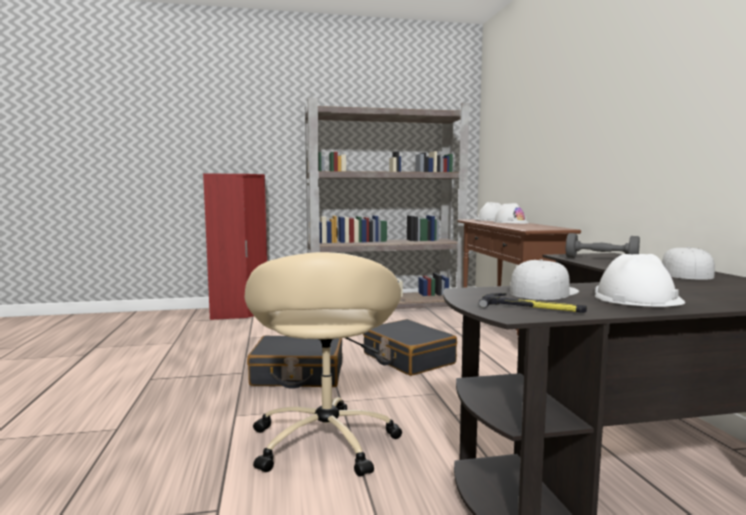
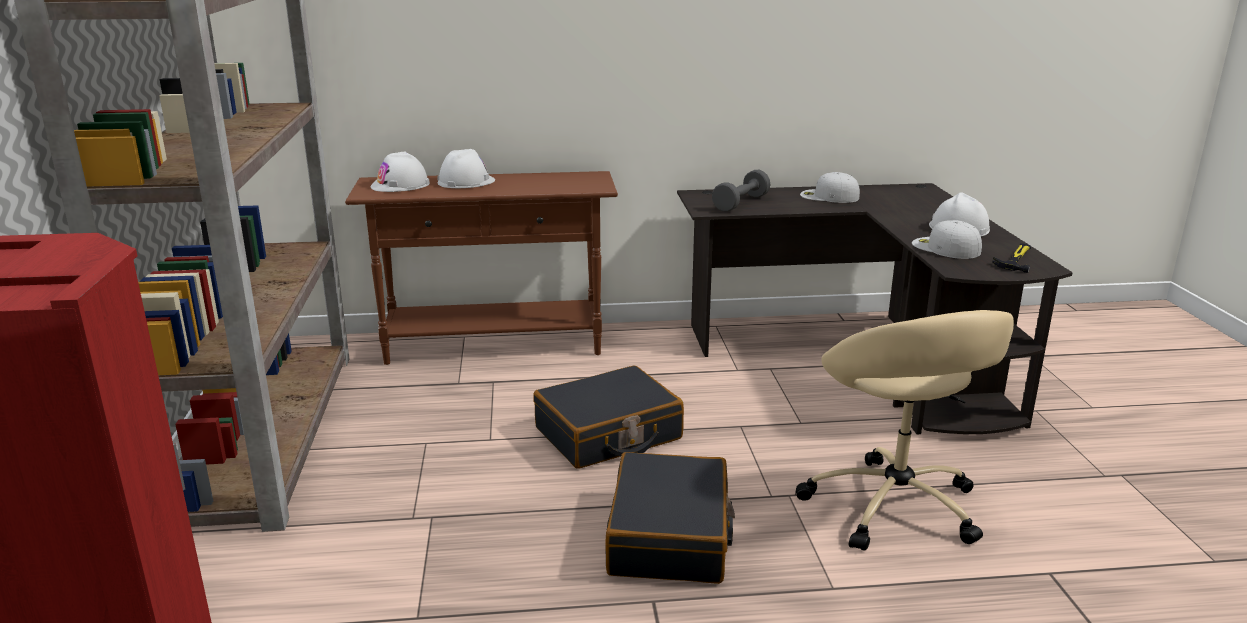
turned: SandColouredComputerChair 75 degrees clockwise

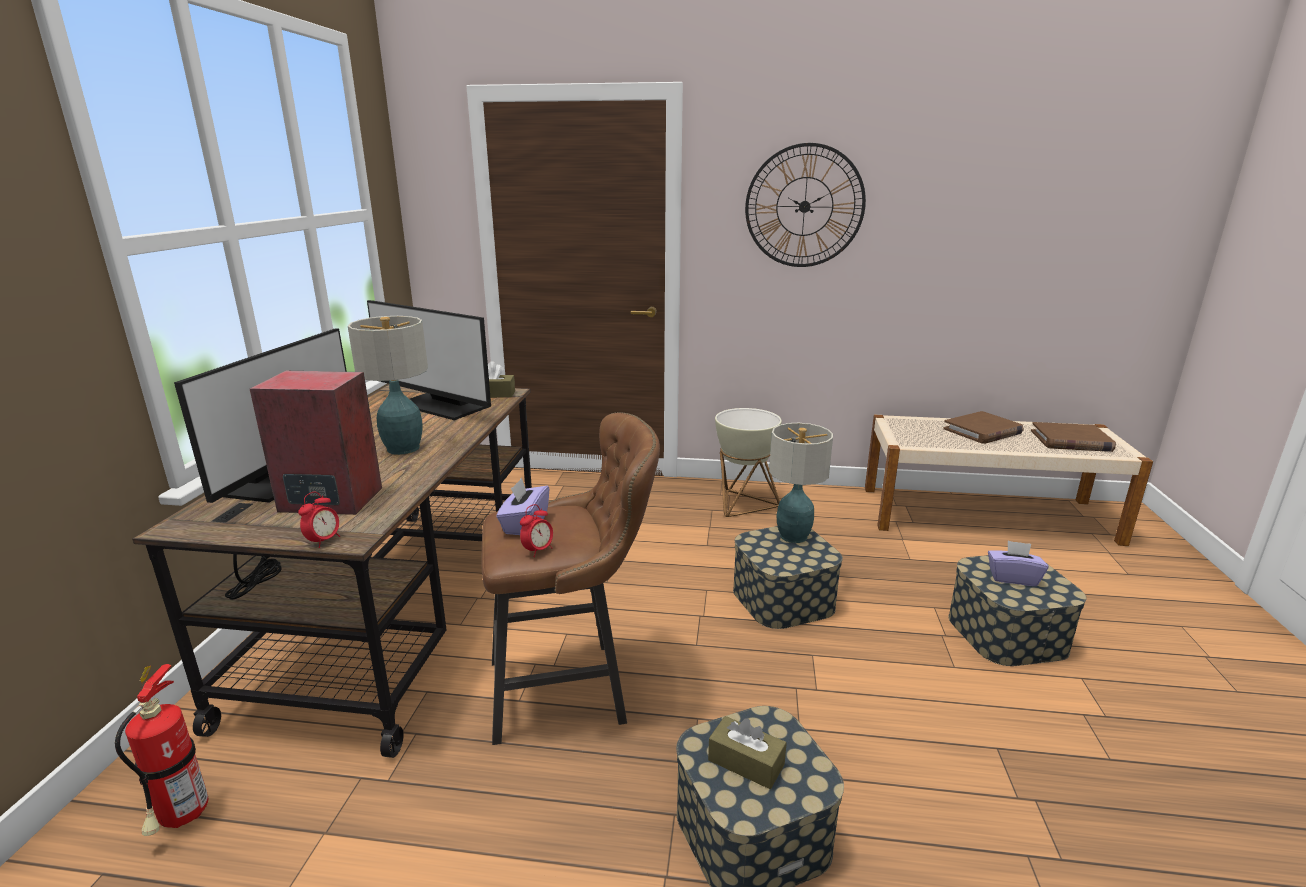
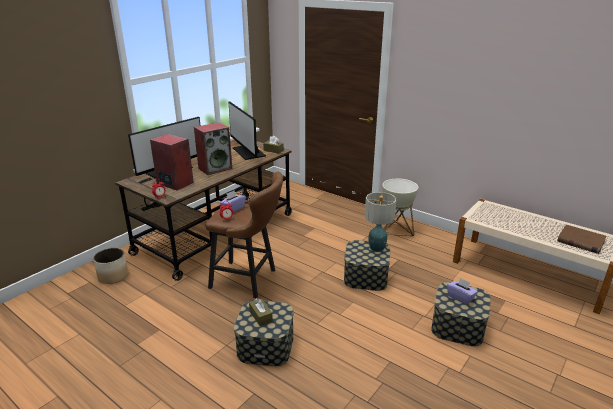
removed: ClockOnTheWall; BrownishVolume (1st from left)
replaced: FireExtinguisher to Planter (1st from left); LampForATable (1st from left) to Speaker (2nd from left)

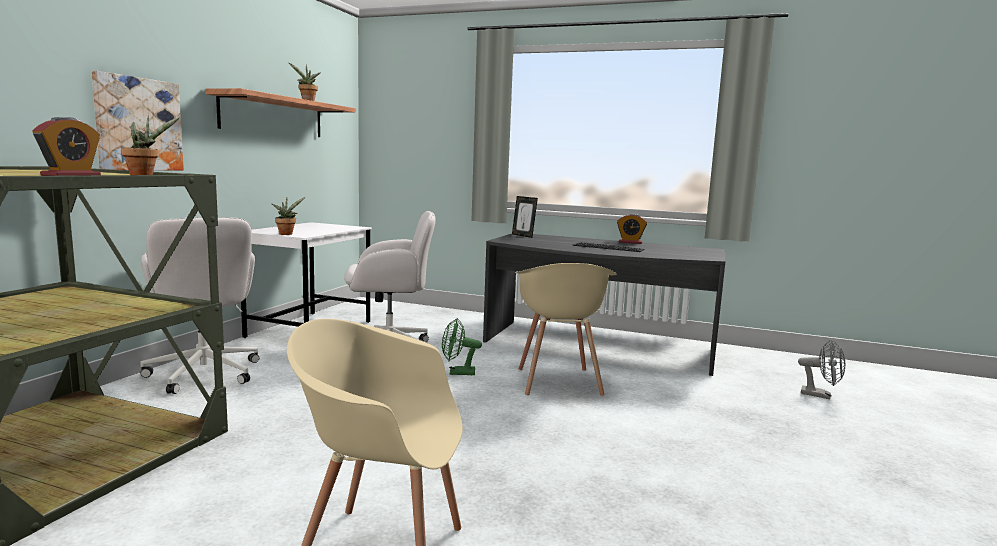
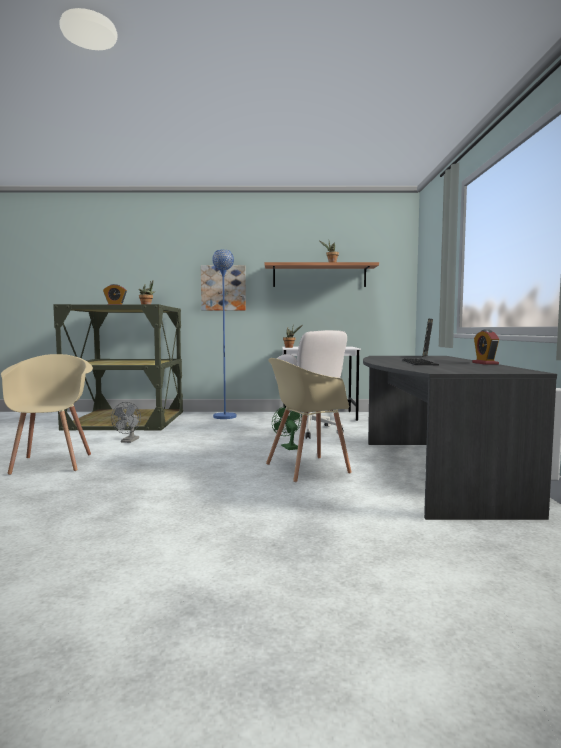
moved: GrayElectricFan
replaced: WhitishComputerChair (1st from left) to BlueStandardLamp

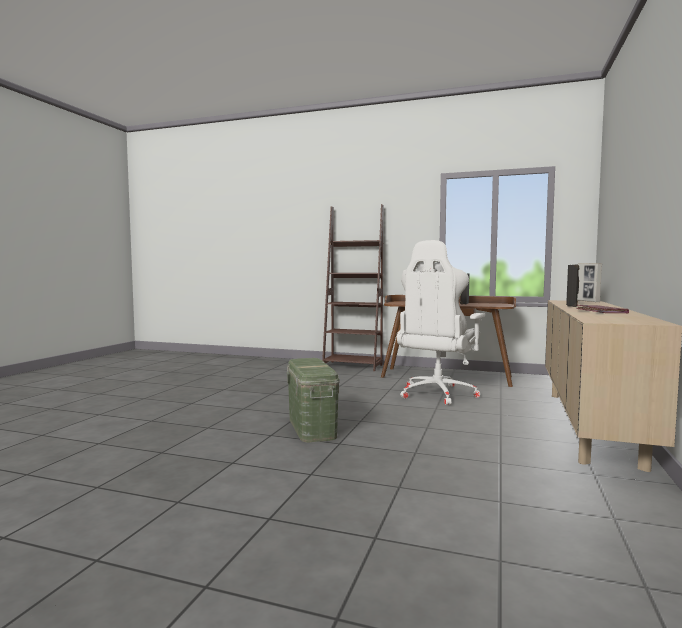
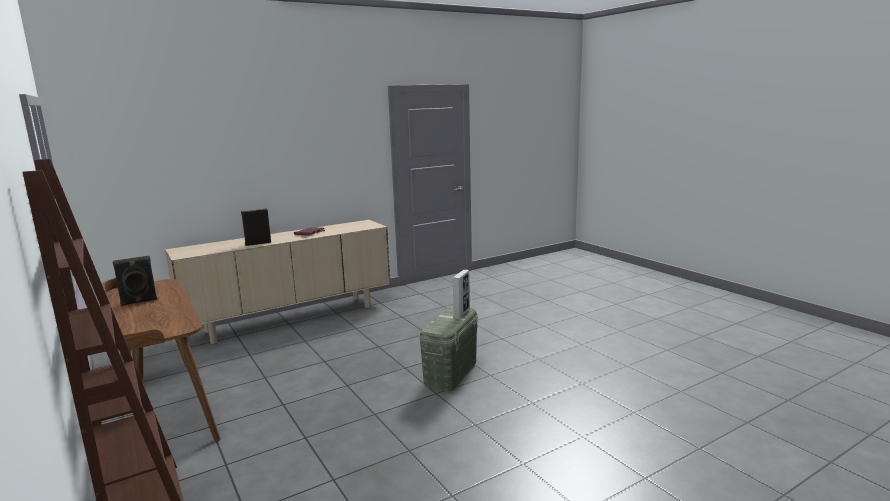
removed: WhitishComputerChair
moved: PictureFrame

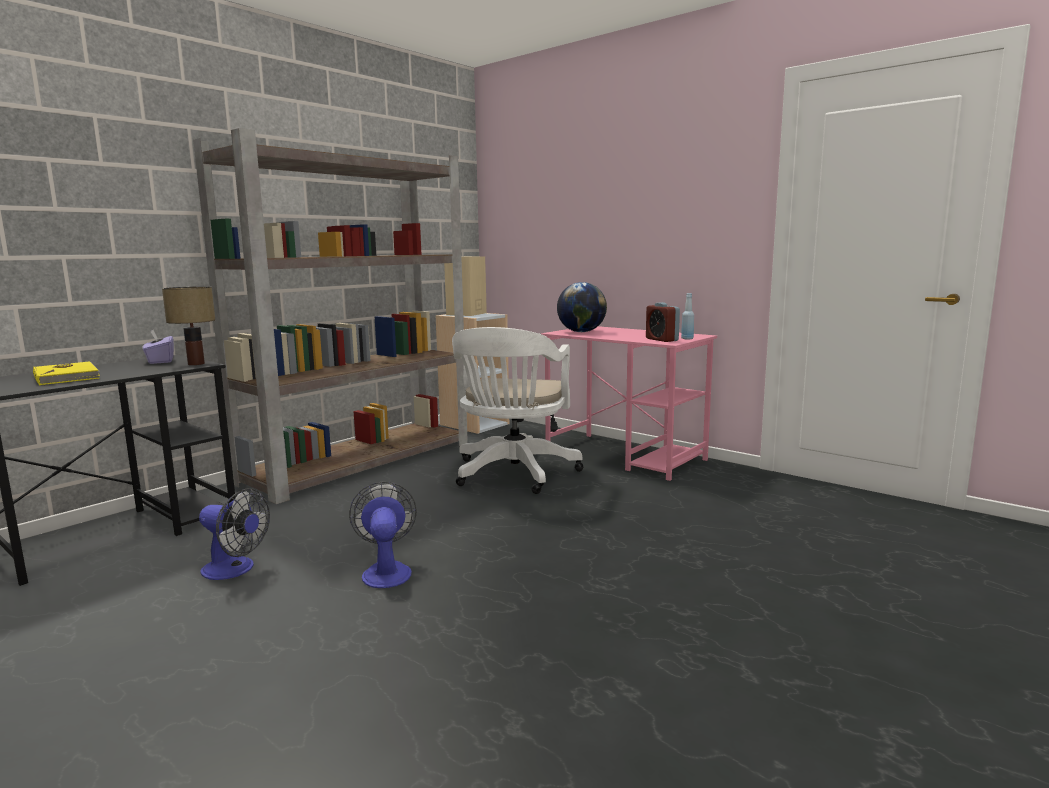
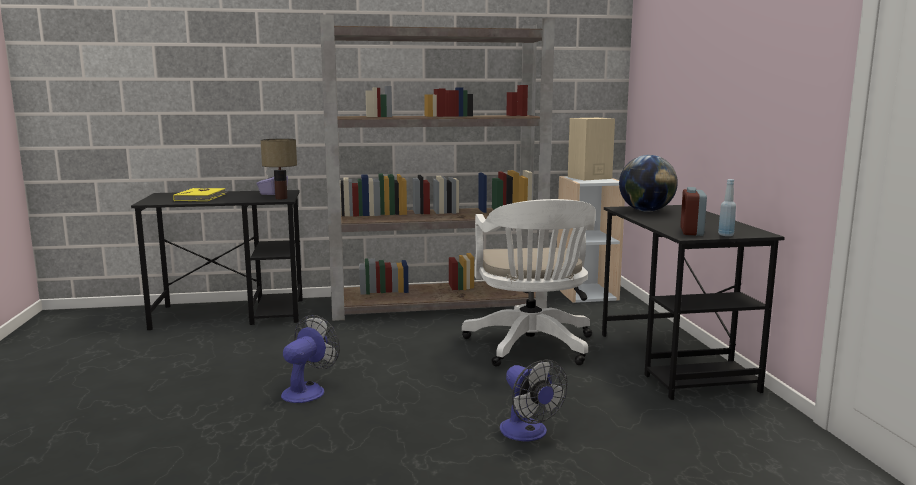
moved: ElectricFan (1st from left in the first image) to ElectricFan (2nd from left)
recoloured: PinkDesk to BlackDesk (2nd from left)
turned: WhitishComputerChair 60 degrees counterclockwise

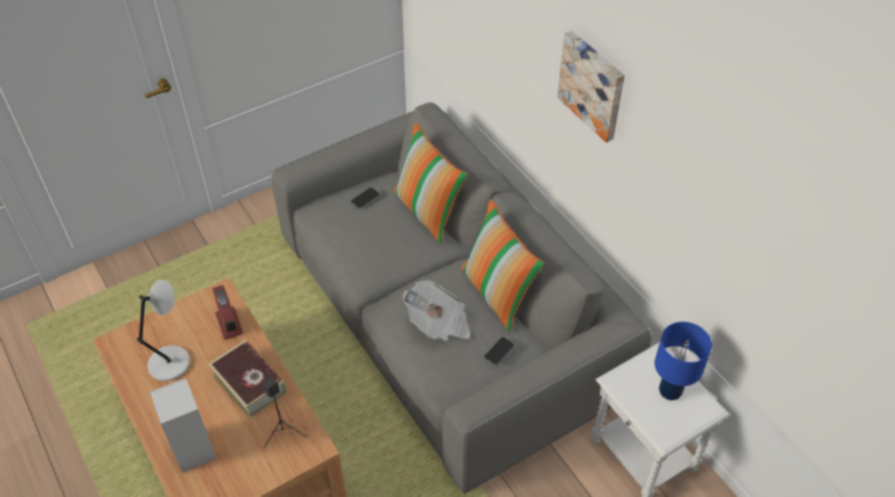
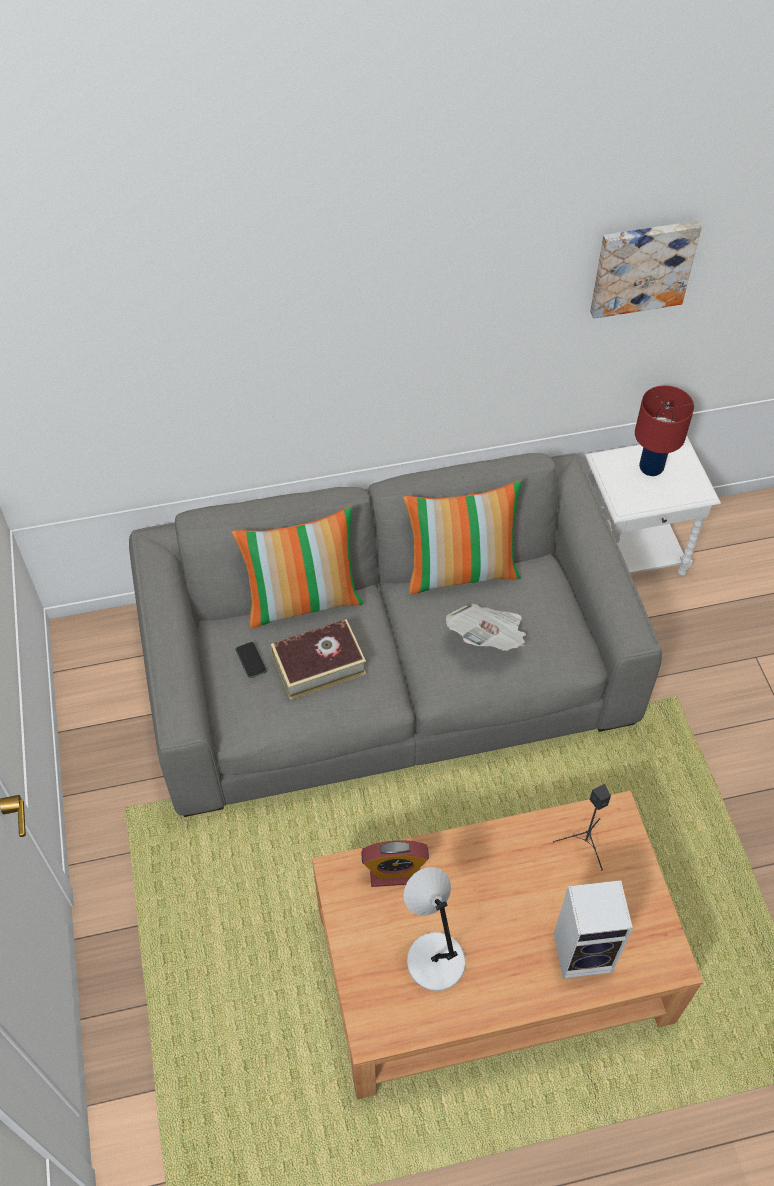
removed: Handset (2nd from left)
moved: Volume; WallArt
recoloured: BlueLampForATable to ReddishLampForATable

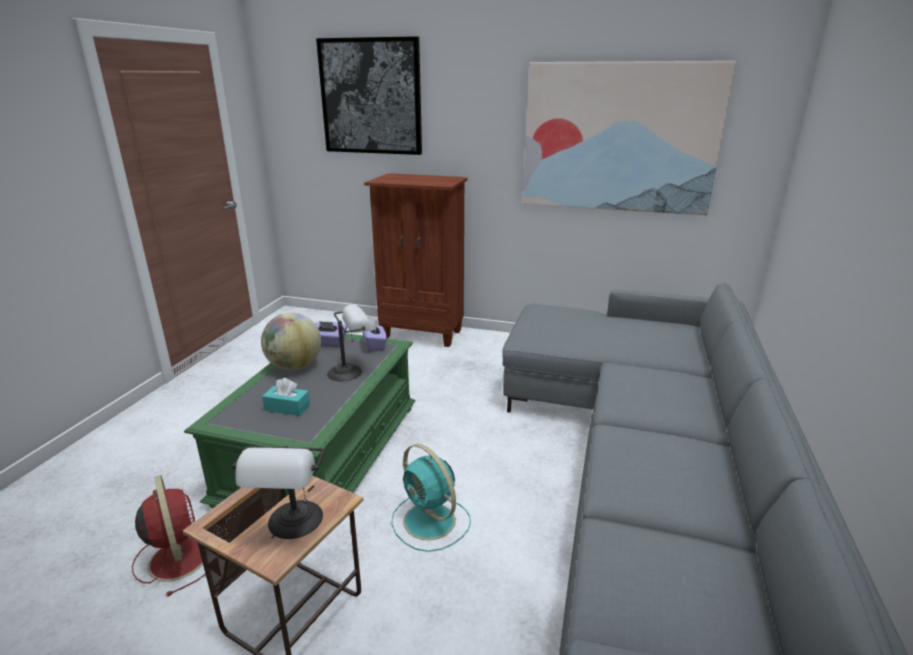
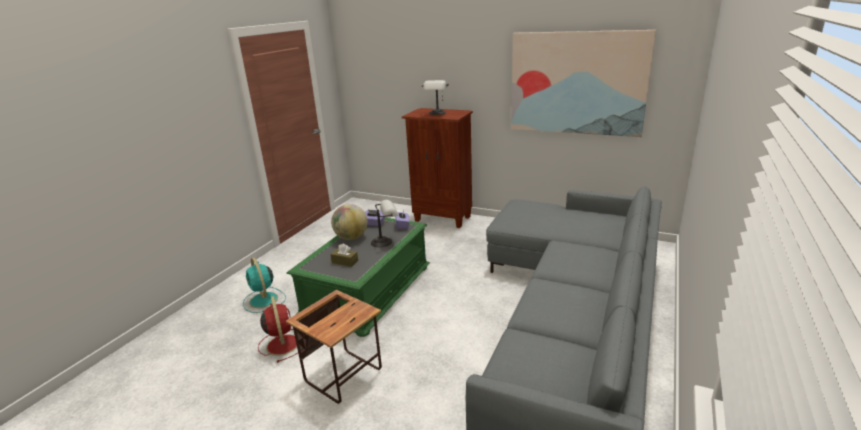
removed: WallArt (1st from left)
moved: LampForATable (1st from left in the first image) to LampForATable (2nd from left); TurquoiseElectricFan
recoloured: TurquoiseBoxOfTissues to BrownishBoxOfTissues

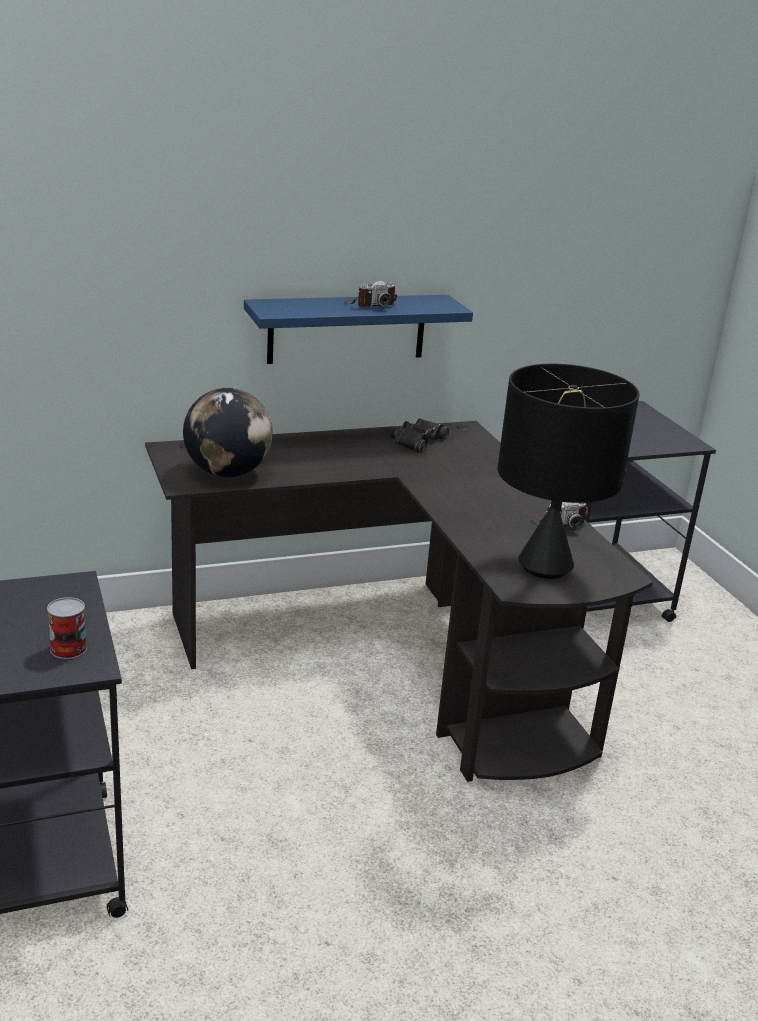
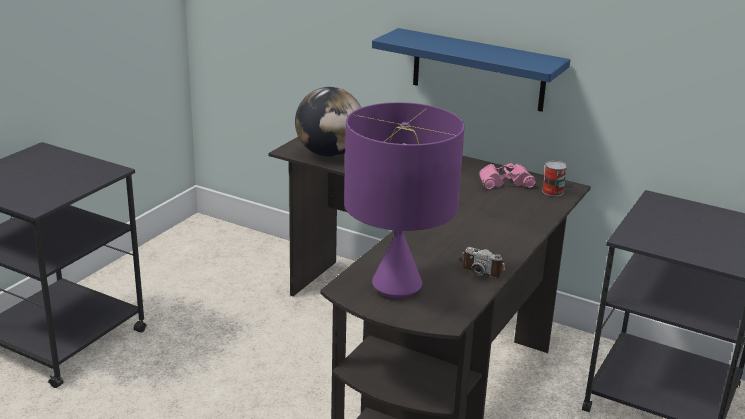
removed: PhotoCamera (1st from left)
moved: SealedCan
recoloured: BlackPairOfBinoculars to PinkPairOfBinoculars; BlackLampForATable to PurpleColouredLampForATable

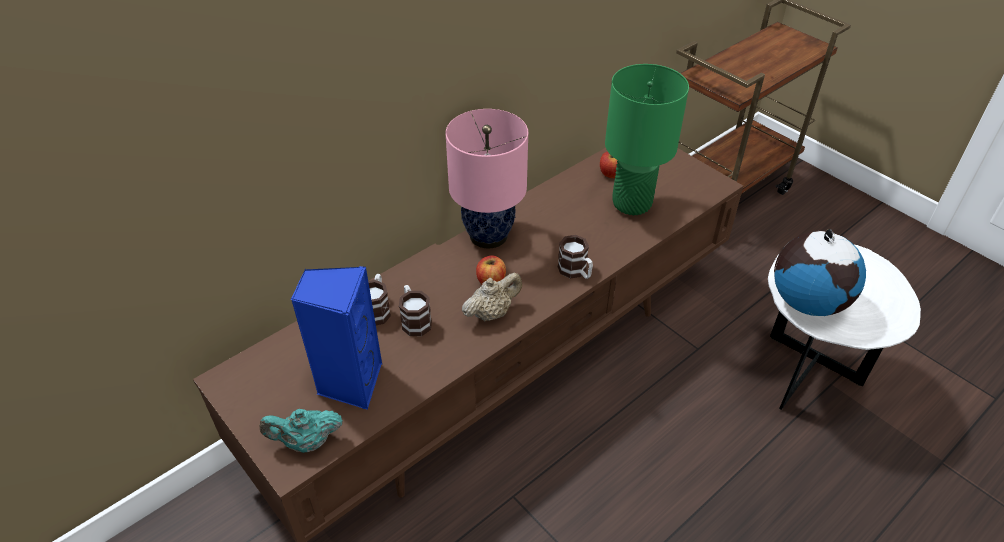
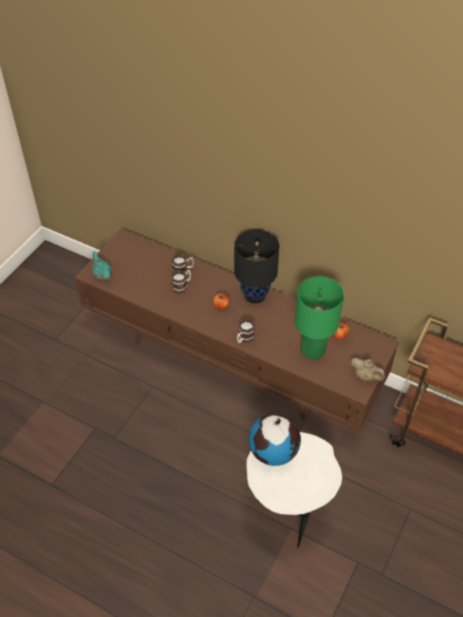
removed: BlueSpeaker
moved: SandColouredTeapot
recoloured: PinkLampForATable to BlackLampForATable

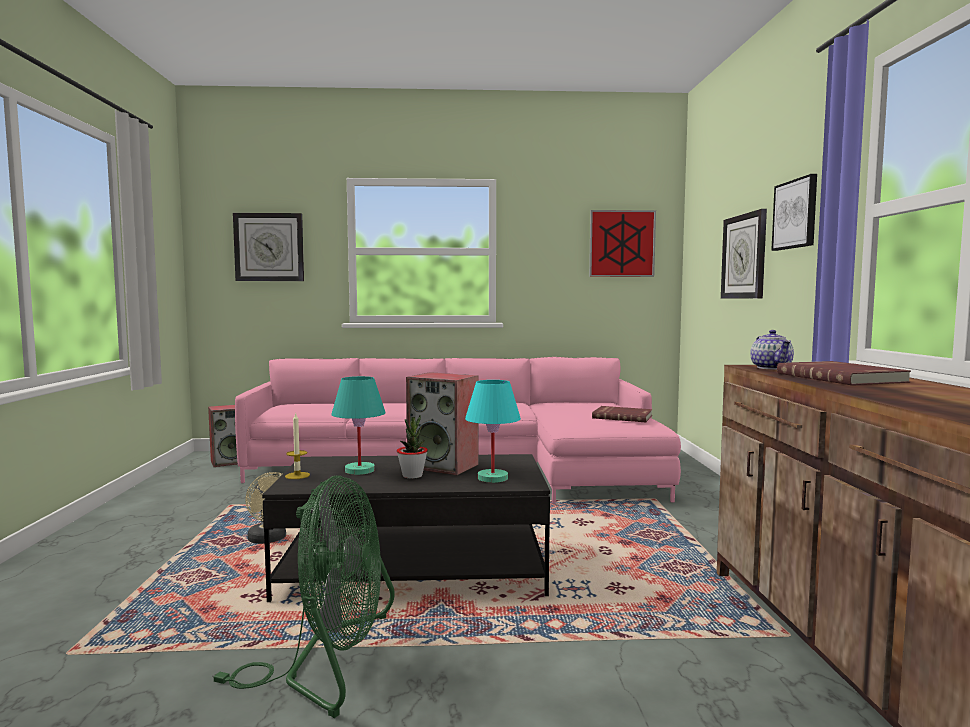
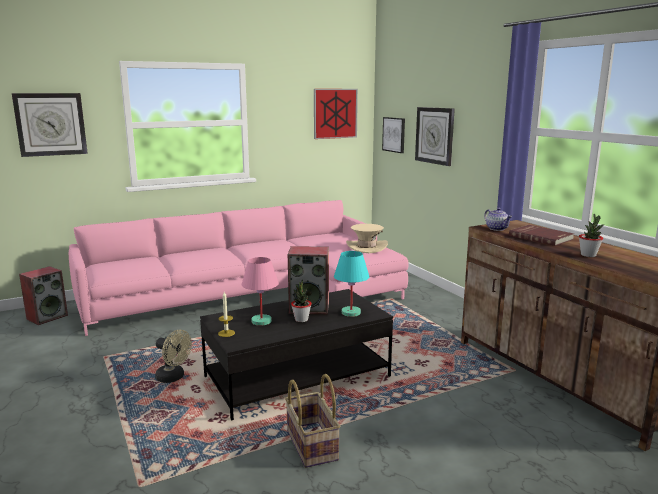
added: Houseplant (2nd from left)
moved: WallArt (2nd from left)
replaced: GreenElectricFan to StorageBasket; ReddishVolume (1st from left) to SandColouredClothingHat
recoloured: TurquoiseLampForATable (1st from left) to PinkLampForATable

